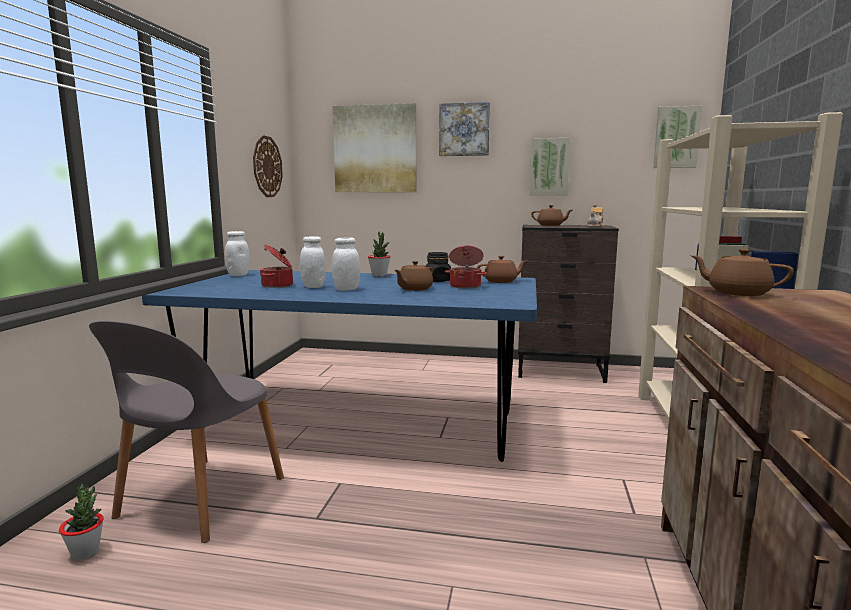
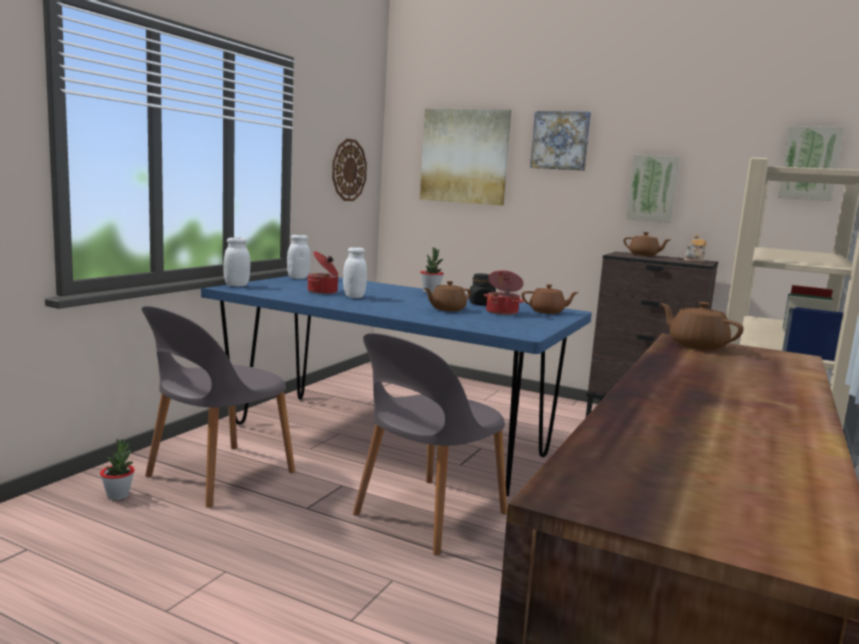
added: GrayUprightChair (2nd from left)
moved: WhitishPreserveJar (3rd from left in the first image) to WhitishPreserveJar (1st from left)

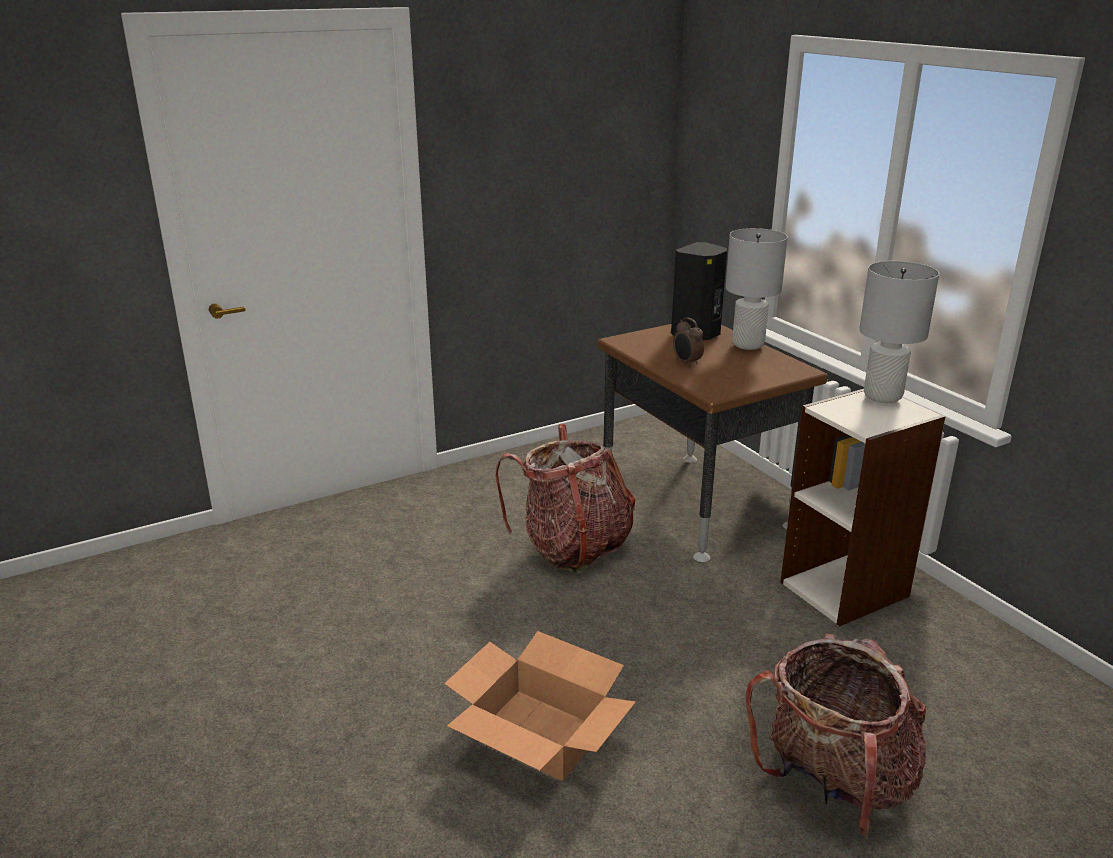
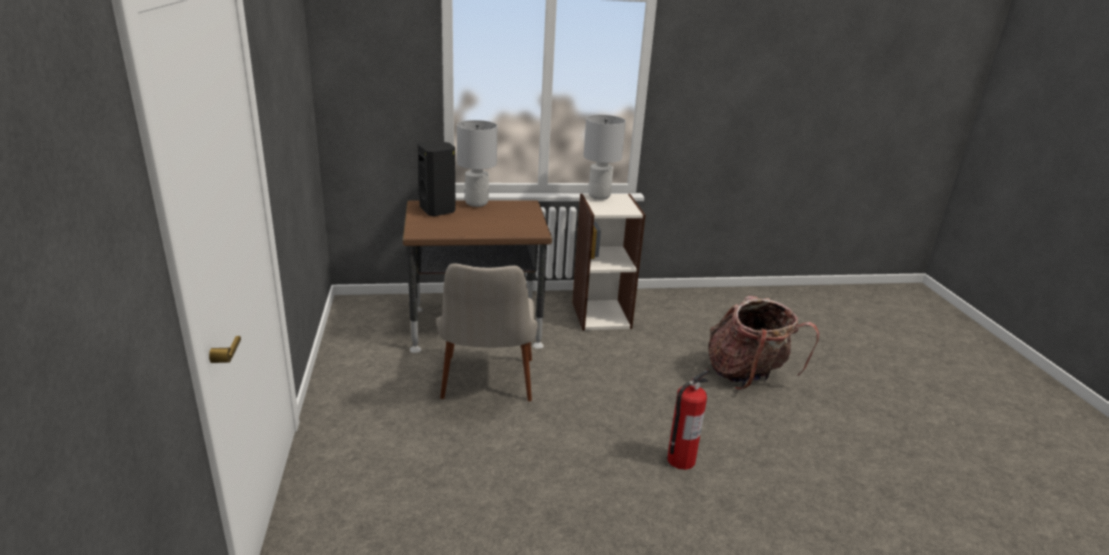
removed: BedsideClock
replaced: PackingBox to FireExtinguisher; Knapsack (1st from left) to SandColouredUprightChair

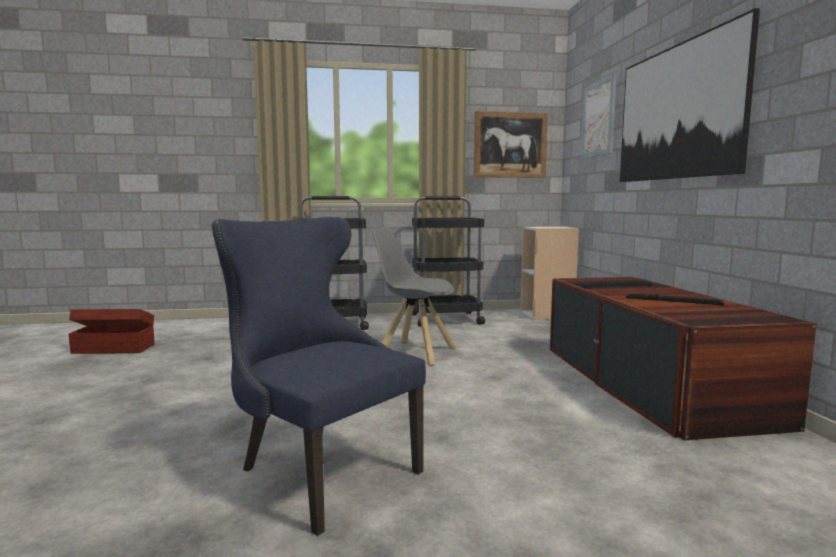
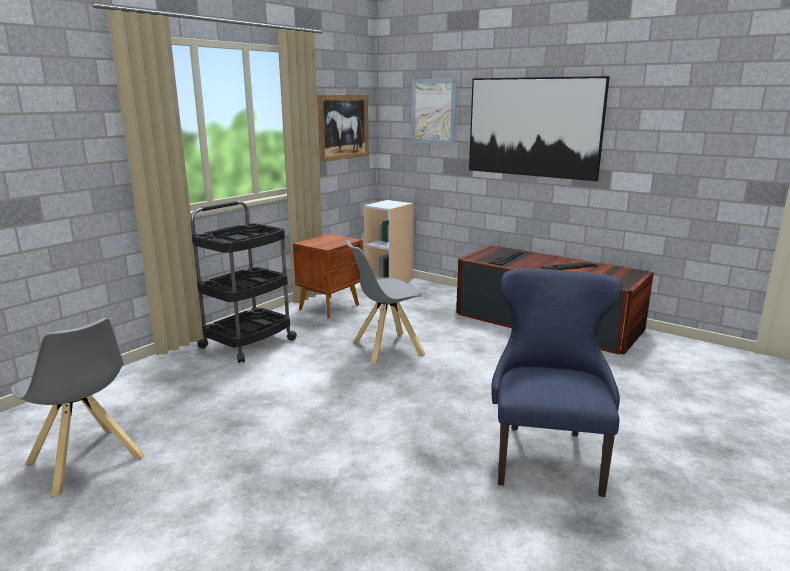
replaced: BrownishStorageBin to GrayUprightChair (1st from left); BlackCart (2nd from left) to BrownishNightTable
turned: BlueUprightChair 105 degrees clockwise

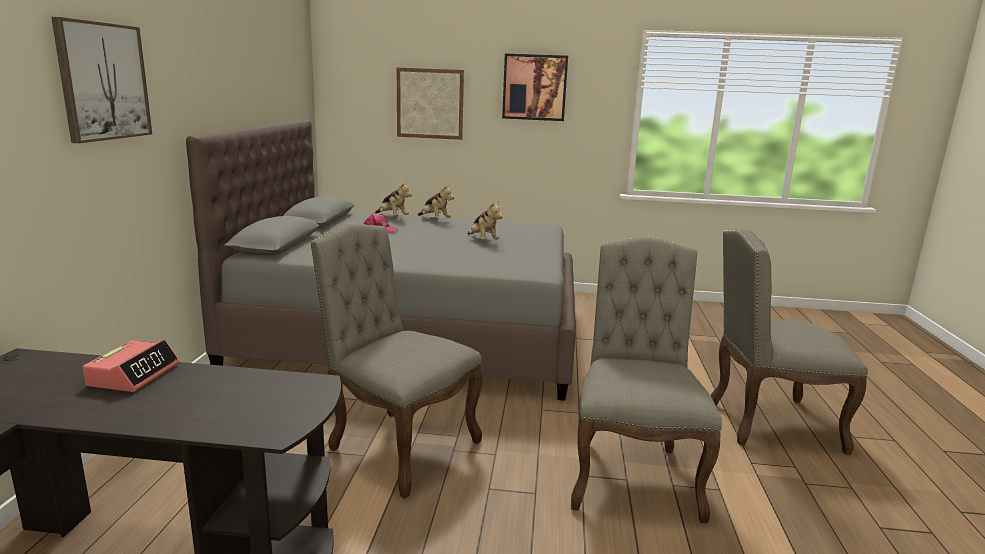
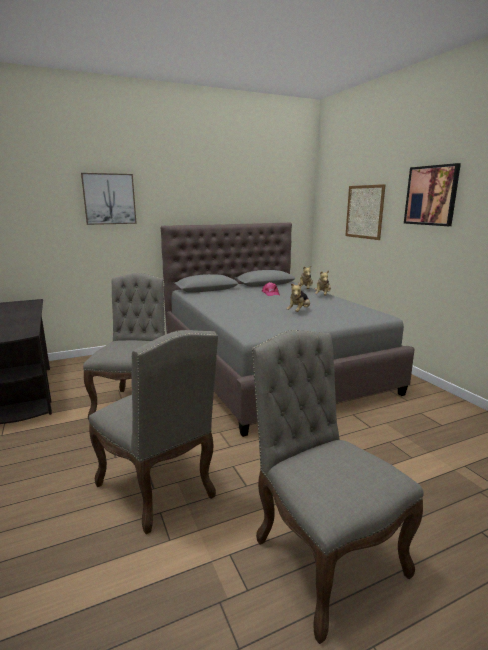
removed: BedsideClock
turned: GrayUprightChair (2nd from left) 75 degrees clockwise

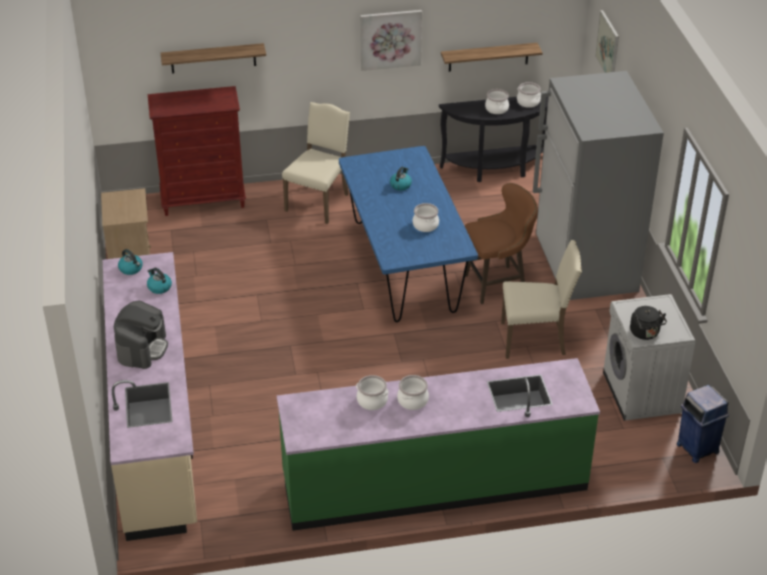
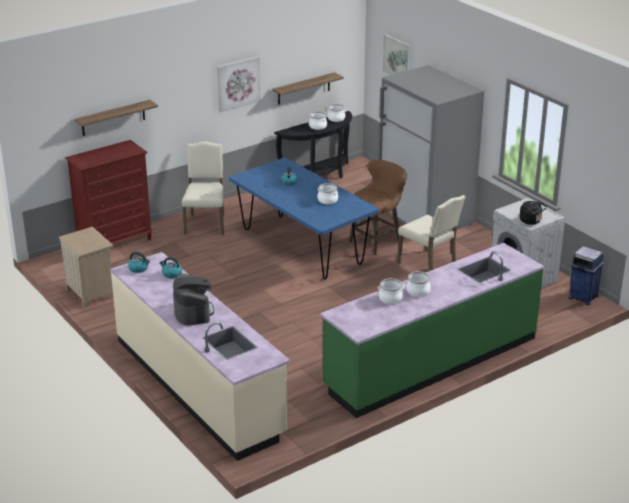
turned: SandColouredUprightChair (2nd from left) 75 degrees clockwise

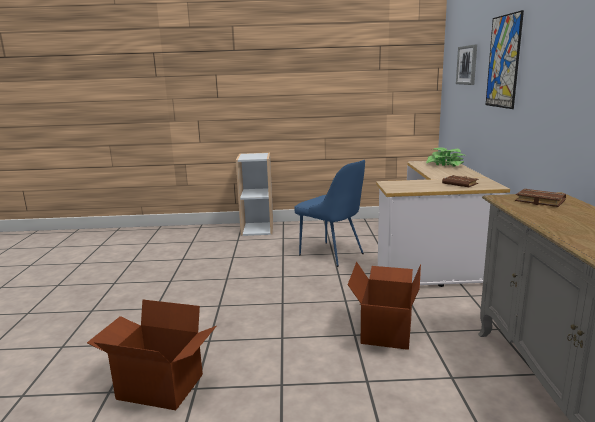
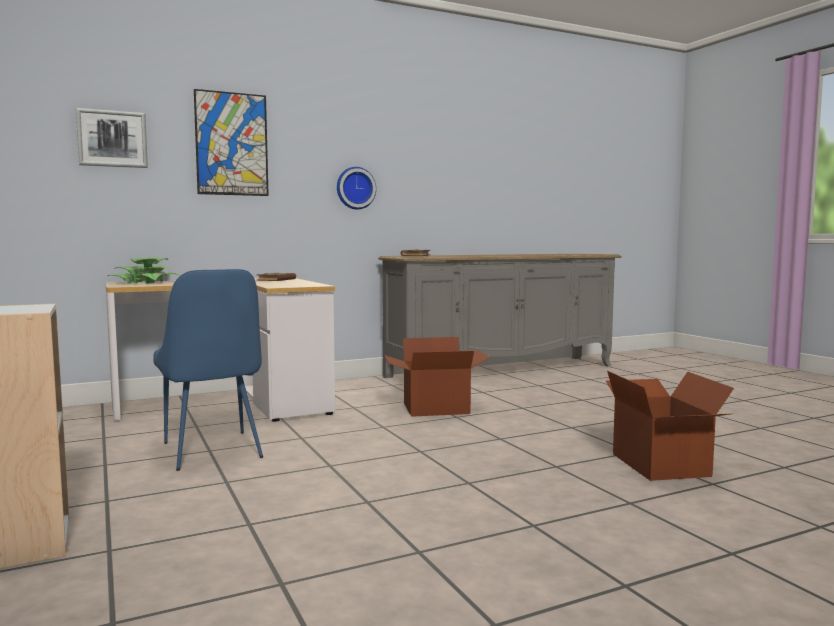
added: ClockOnTheWall
turned: BlueUprightChair 135 degrees clockwise

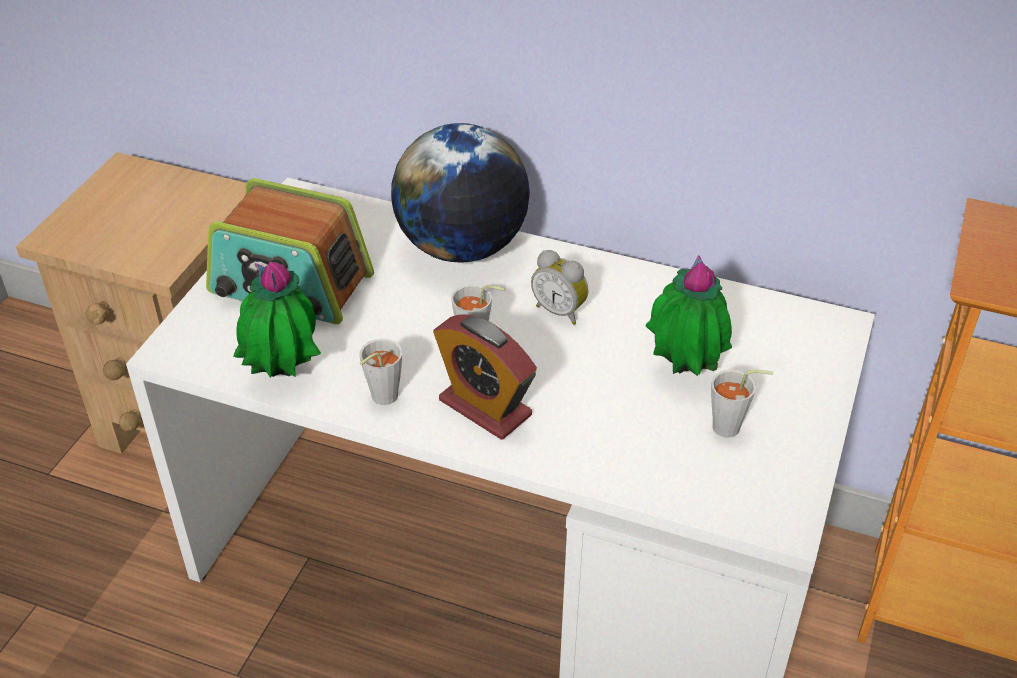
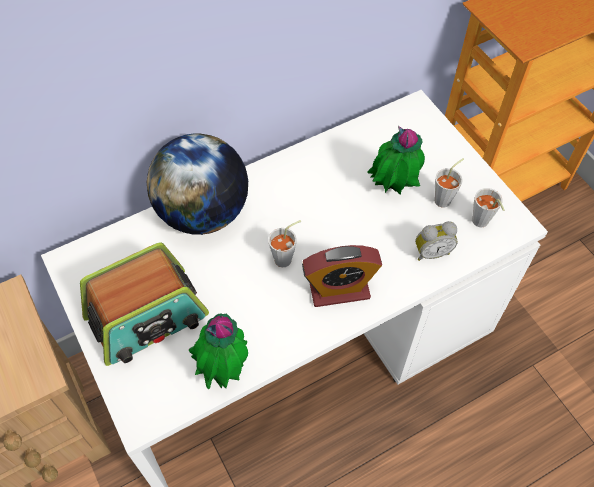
moved: GraySmallCup (1st from left in the first image) to GraySmallCup (3rd from left); BedsideClock (2nd from left)

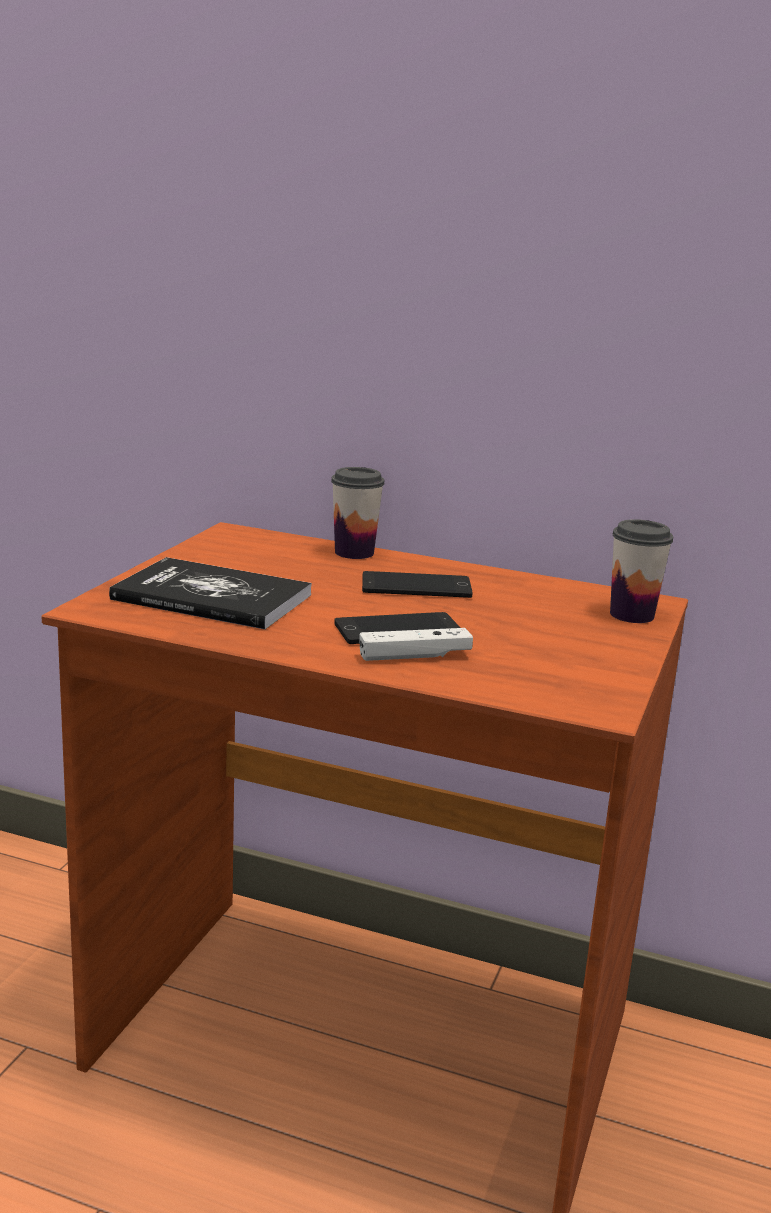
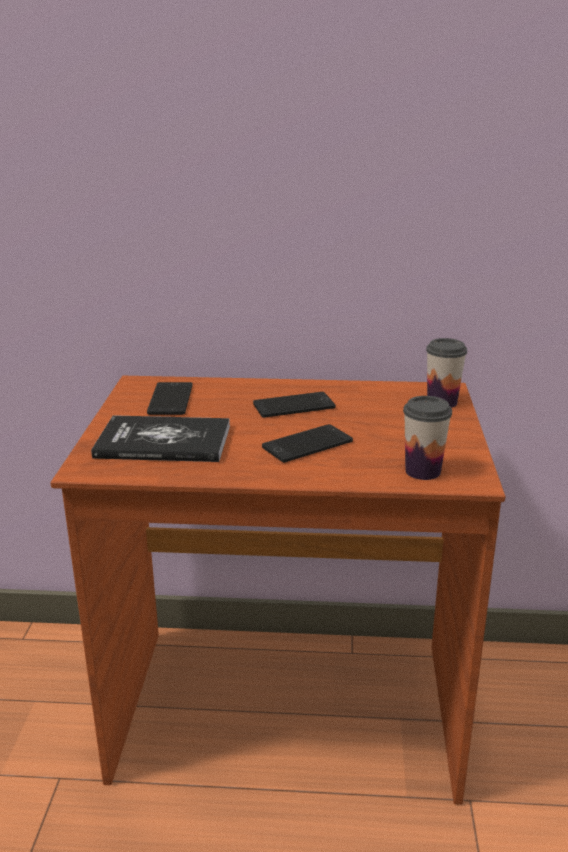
removed: WhitishGamepad
added: Handset (1st from left)
moved: SmallCup (1st from left)

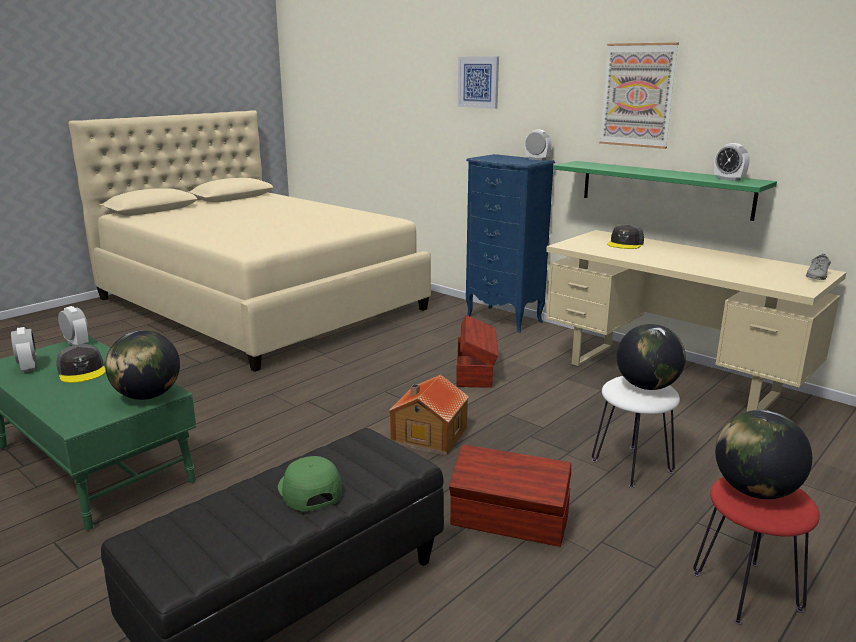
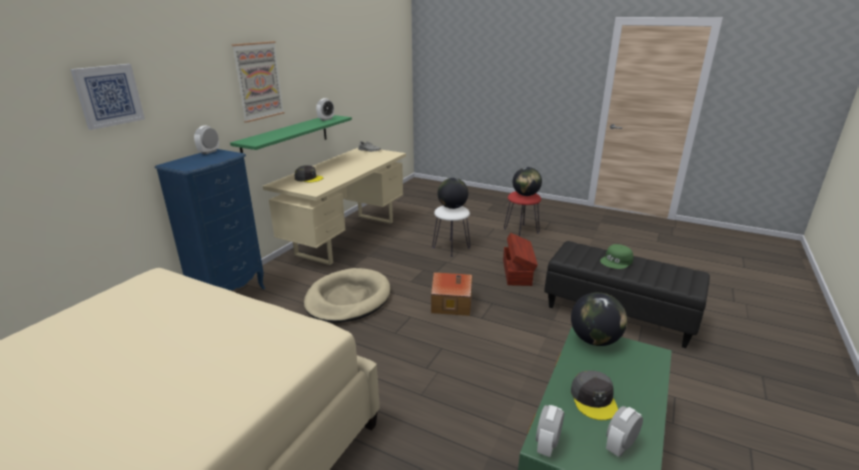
replaced: BrownishStorageBin (1st from left) to SandColouredDogCushion
turned: GrayCap (1st from left in the first image) 135 degrees clockwise

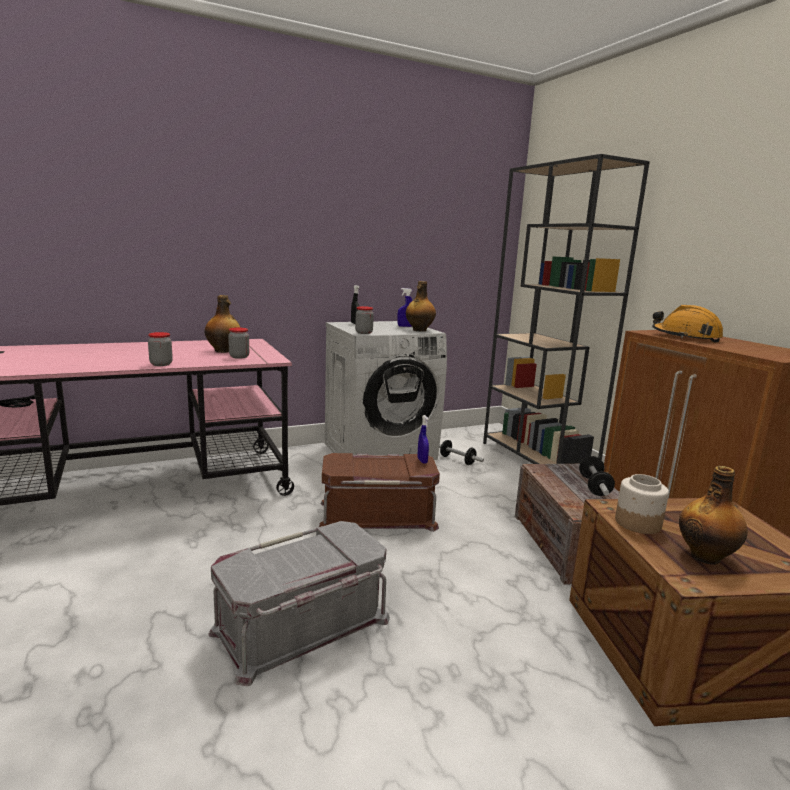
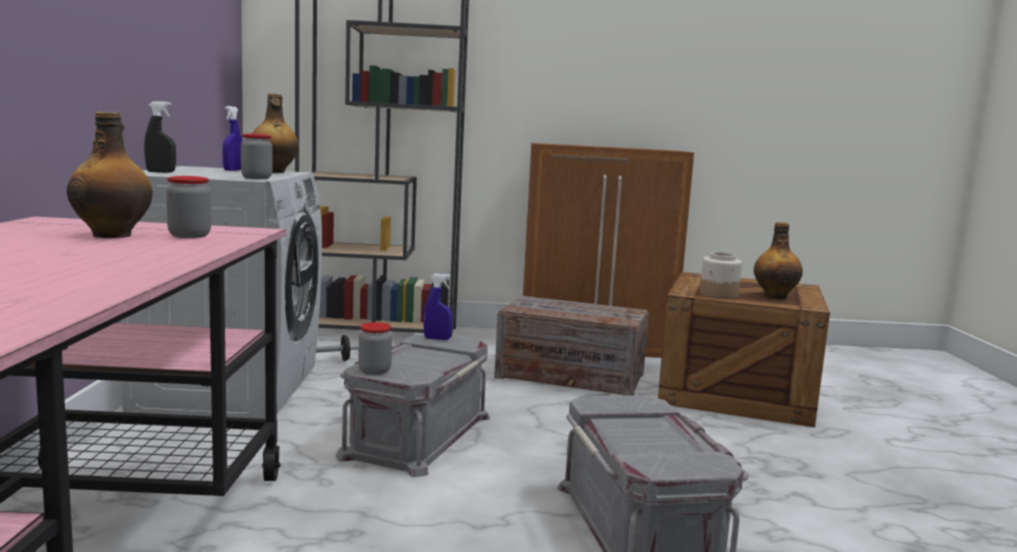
removed: HandWeight (2nd from left); OrangeySafetyHelmet
moved: PreserveJar (1st from left in the first image) to PreserveJar (3rd from left)
recoloured: BrownishStorageBin to GrayStorageBin (1st from left)

